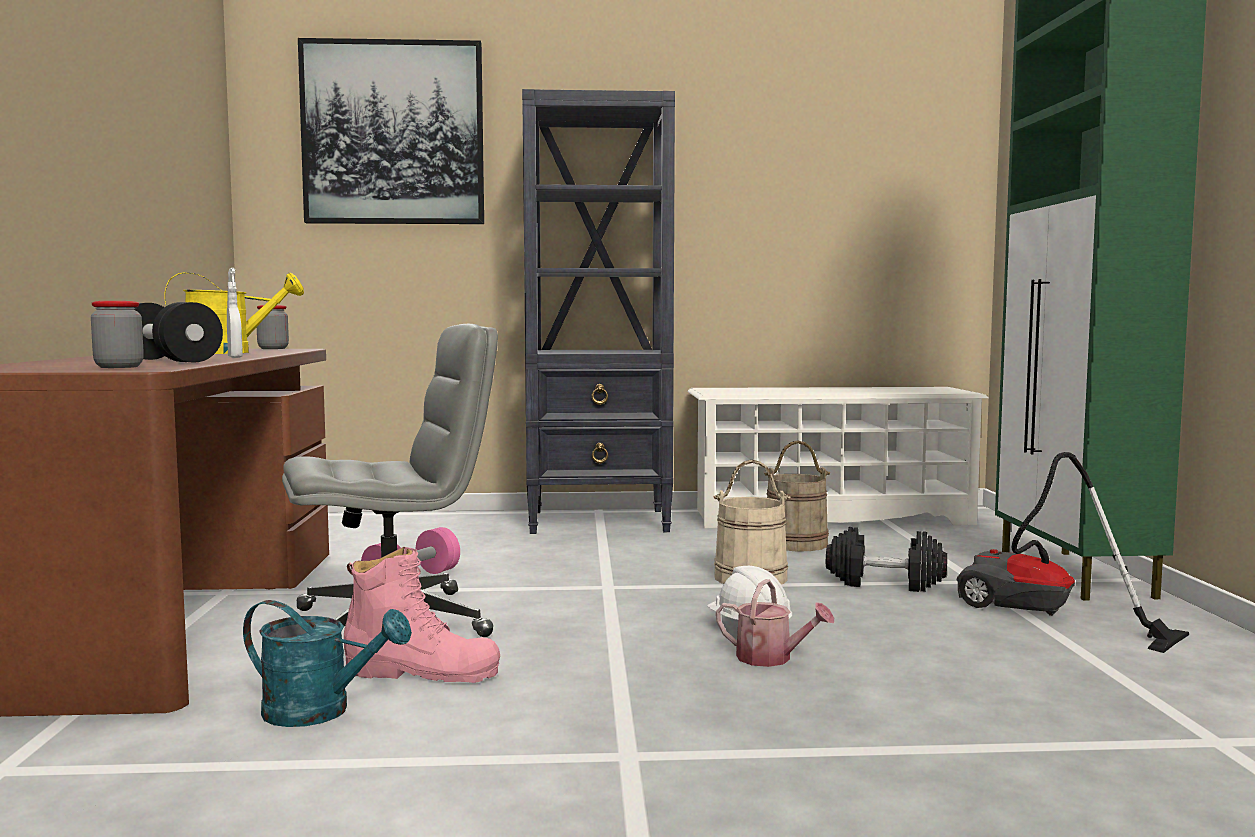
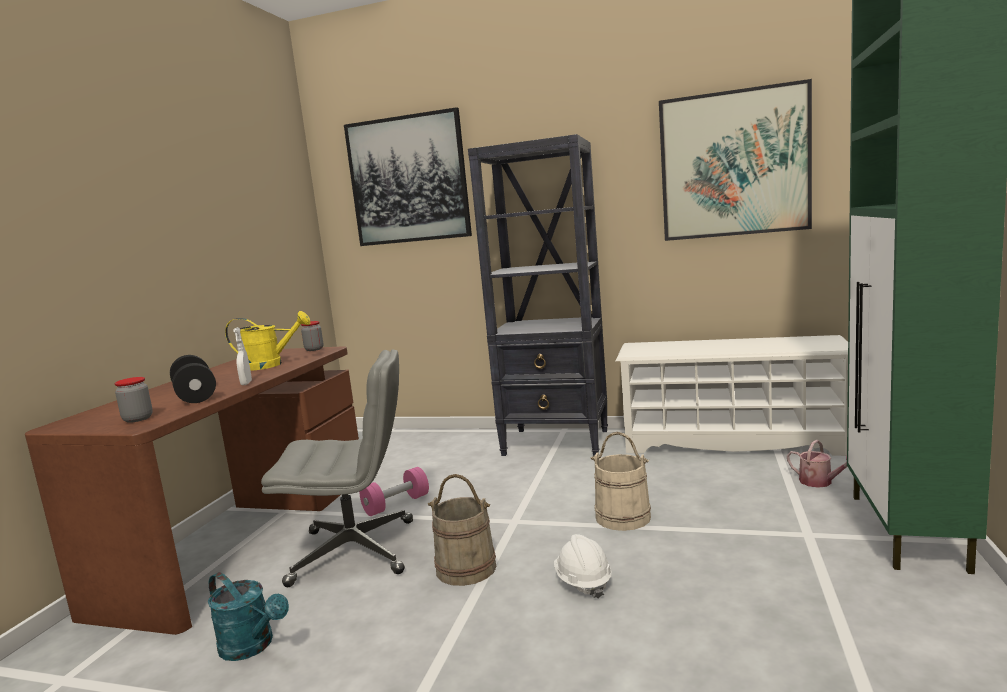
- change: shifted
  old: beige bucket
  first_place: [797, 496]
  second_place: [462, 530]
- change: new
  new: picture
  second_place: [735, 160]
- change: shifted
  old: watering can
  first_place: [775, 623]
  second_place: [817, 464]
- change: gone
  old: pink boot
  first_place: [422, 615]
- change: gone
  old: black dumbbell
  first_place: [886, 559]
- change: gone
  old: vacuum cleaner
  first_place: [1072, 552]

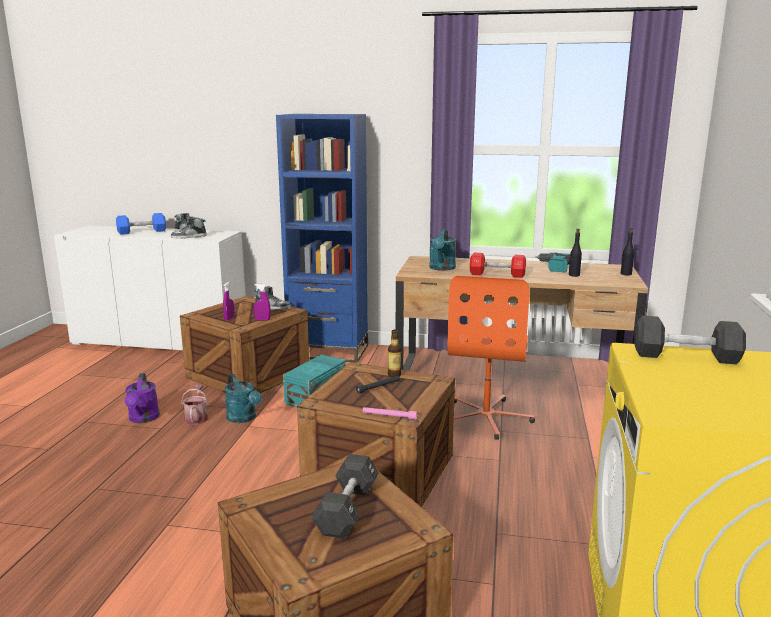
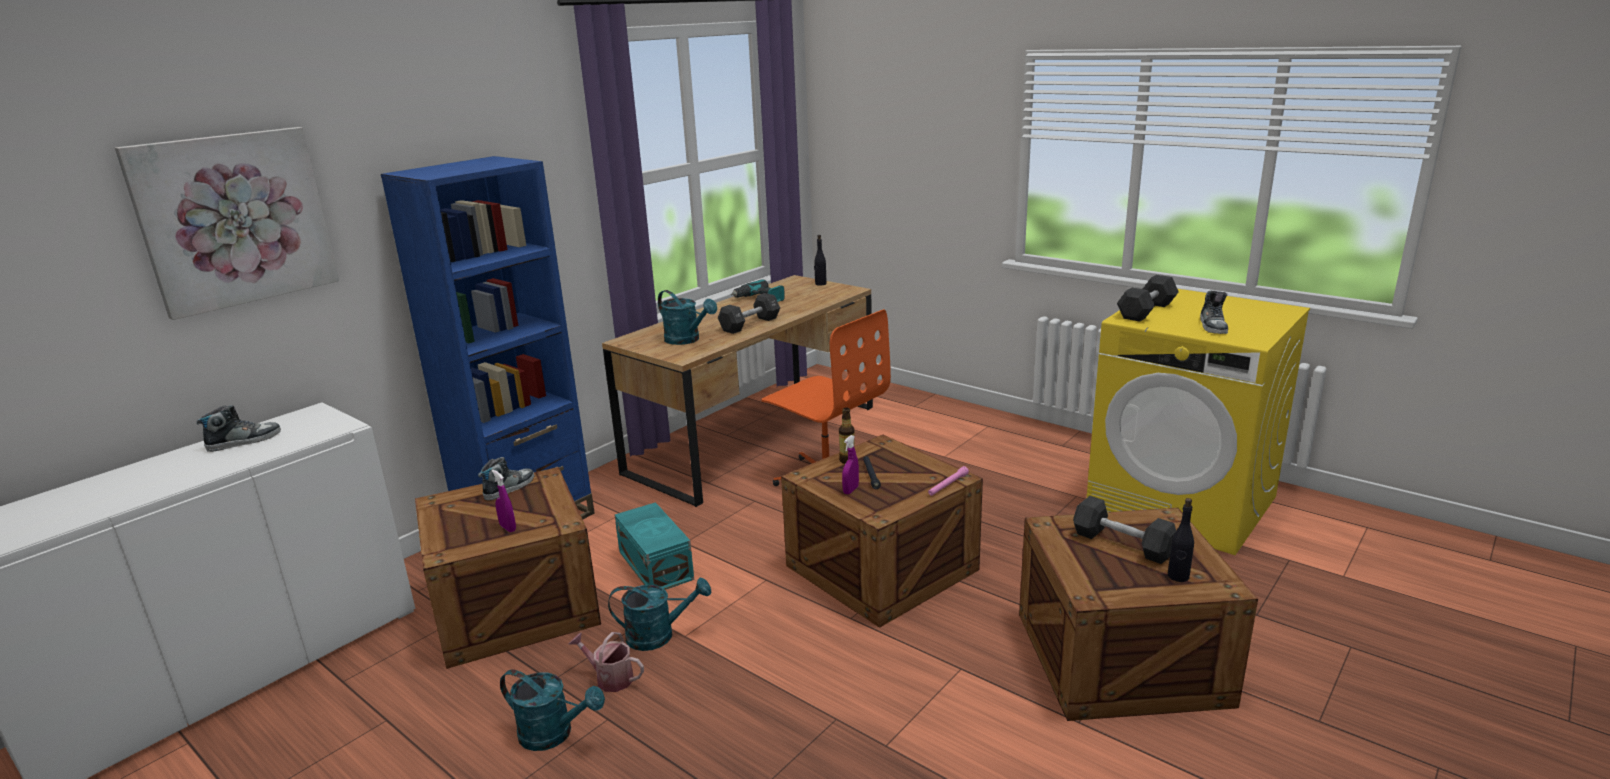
- change: new
  new: picture
  second_place: [227, 223]
- change: repainted
  old: purple watering can
  new: turquoise watering can
  first_place: [142, 398]
  second_place: [552, 710]
- change: repainted
  old: red dumbbell
  new: black dumbbell
  first_place: [498, 265]
  second_place: [749, 313]
- change: shifted
  old: purple spray bottle
  first_place: [262, 302]
  second_place: [850, 464]
- change: shifted
  old: black bottle
  first_place: [575, 253]
  second_place: [1181, 540]
- change: shifted
  old: shoe
  first_place: [188, 227]
  second_place: [1214, 312]
- change: gone
  old: blue dumbbell
  first_place: [141, 224]

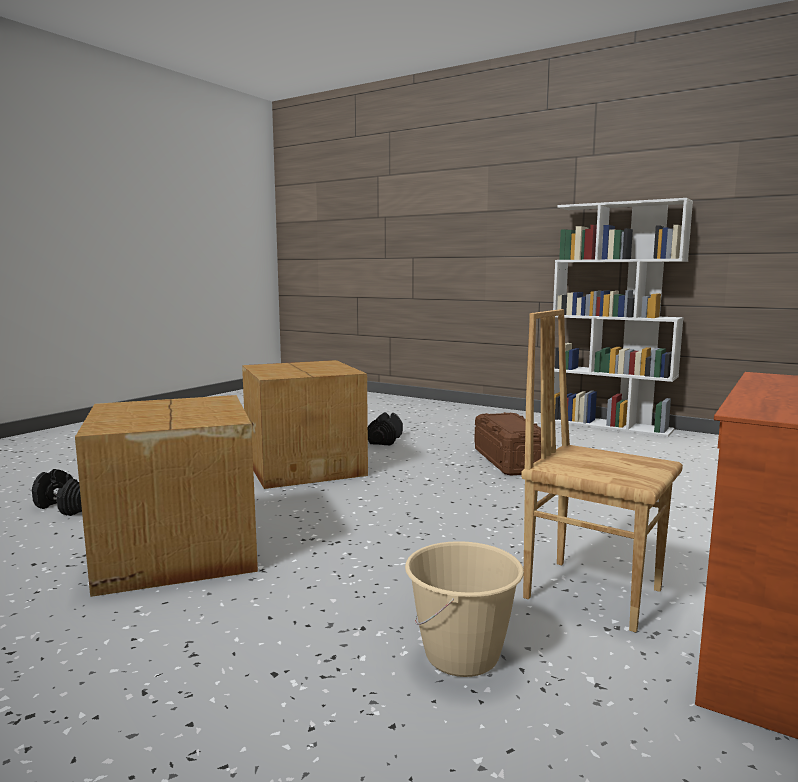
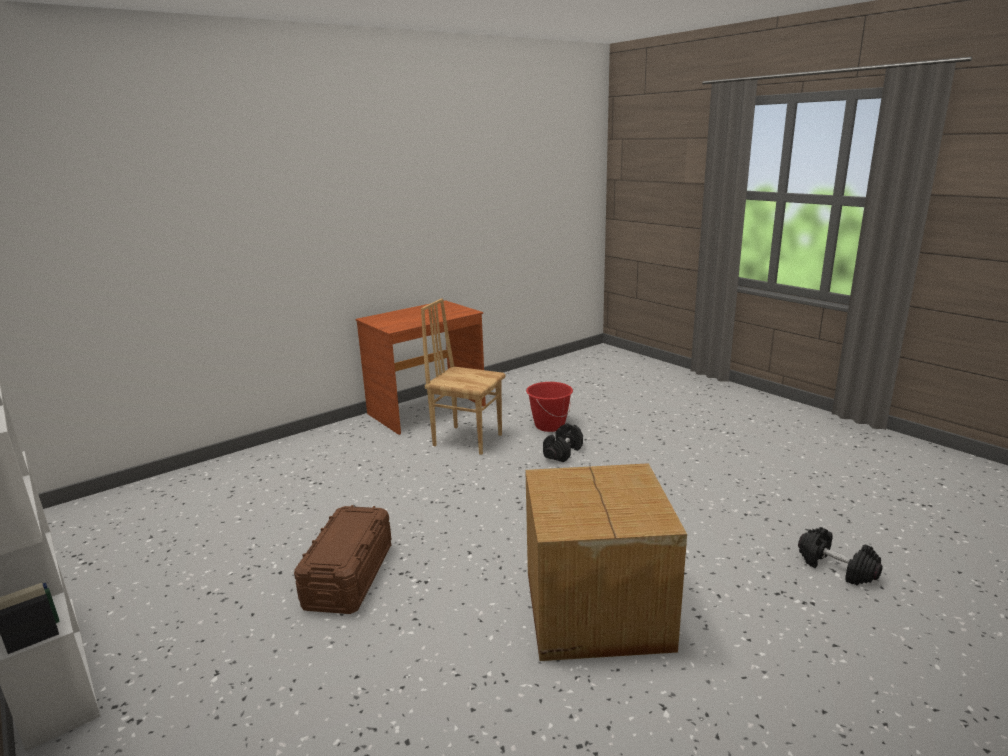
- change: rotated
  old: brown chair
  first_place: [602, 470]
  second_place: [463, 376]
  degrees: 150
- change: repainted
  old: beige bucket
  new: red bucket
  first_place: [464, 609]
  second_place: [549, 407]
- change: shifted
  old: black dumbbell
  first_place: [385, 428]
  second_place: [563, 442]
- change: gone
  old: cardboard box
  first_place: [166, 496]

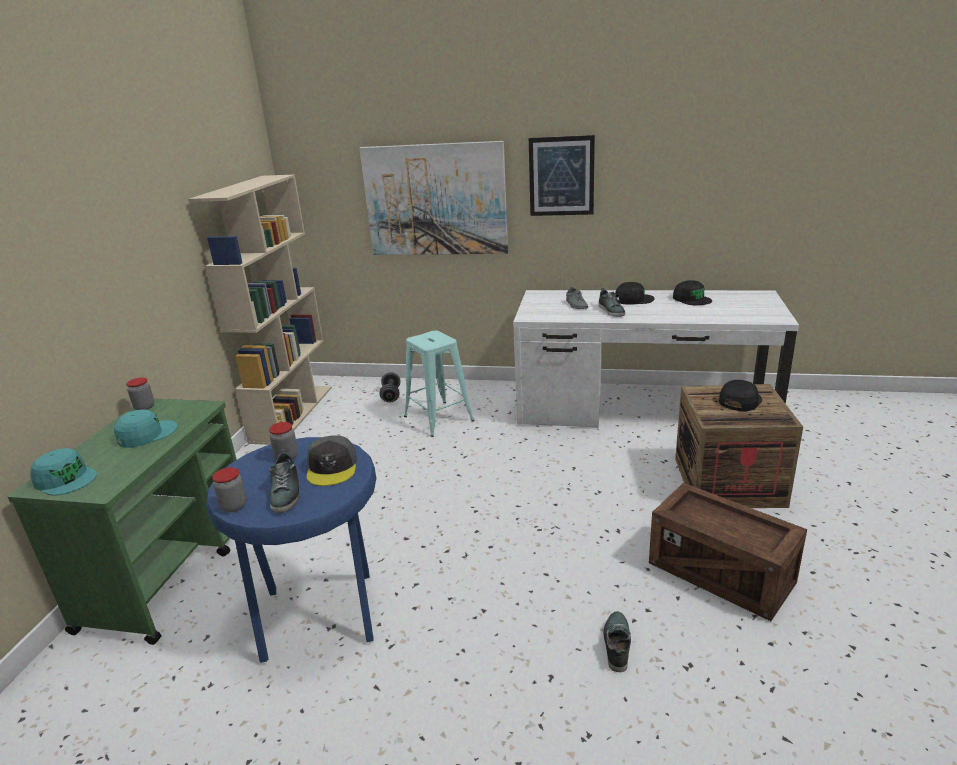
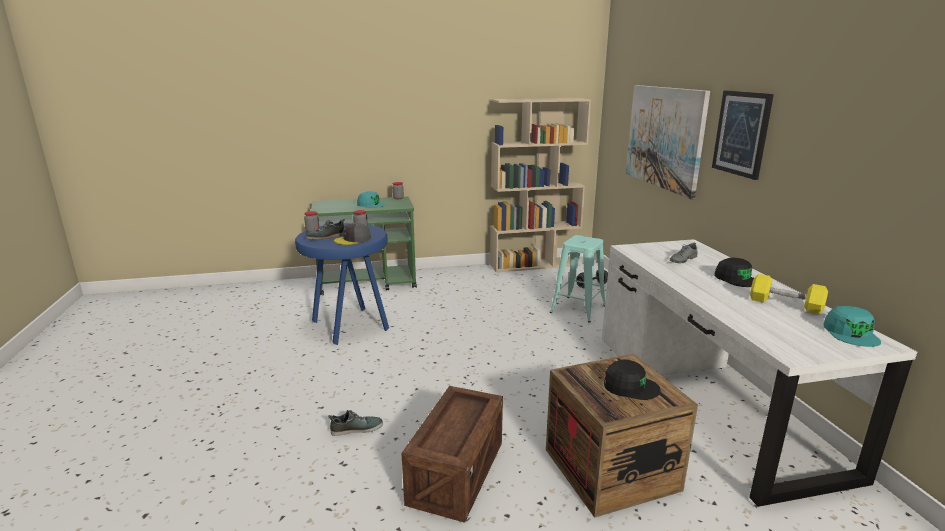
- change: swapped
  old: black cap
  new: yellow dumbbell
  first_place: [692, 292]
  second_place: [789, 294]
- change: shifted
  old: turquoise cap
  first_place: [63, 472]
  second_place: [852, 326]
- change: gone
  old: shoe
  first_place: [611, 302]

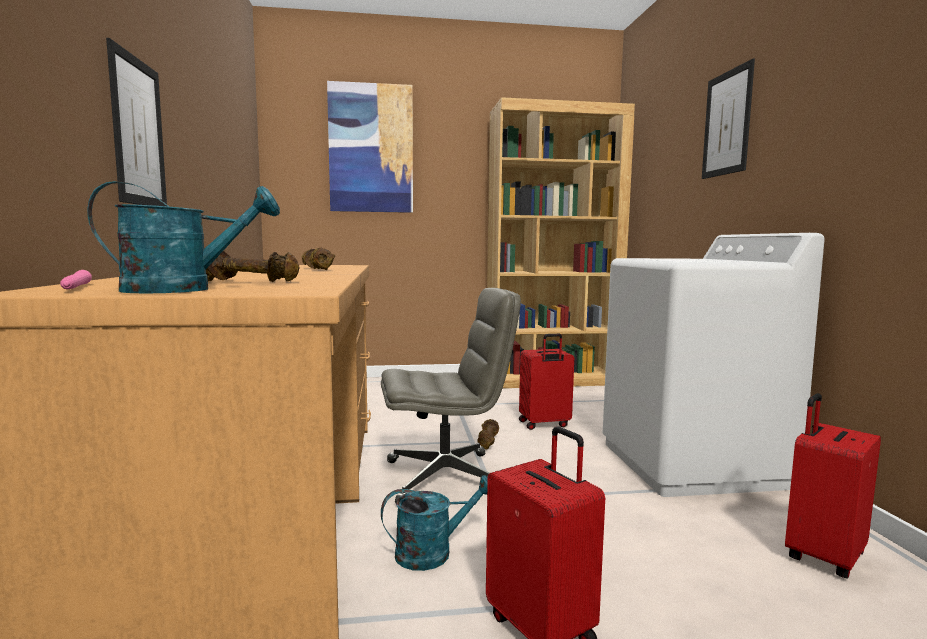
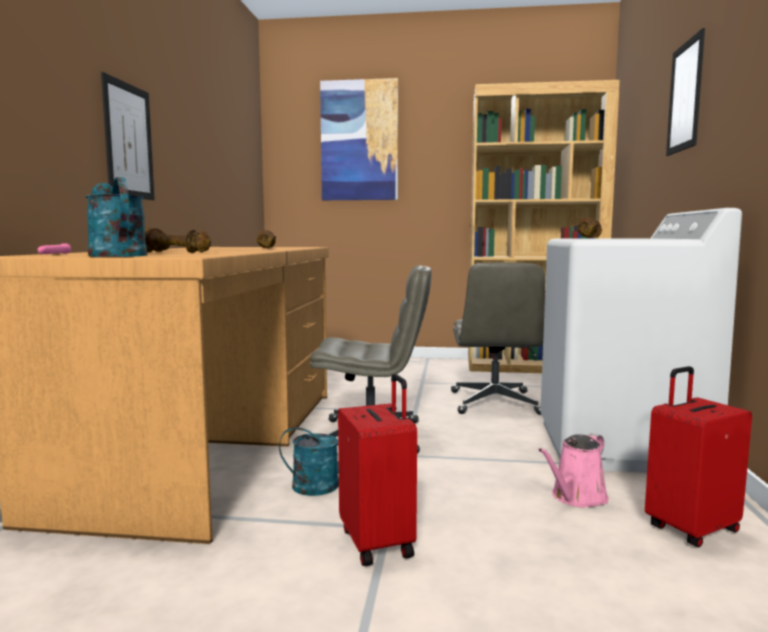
- change: rotated
  old: turquoise watering can
  first_place: [183, 237]
  second_place: [116, 217]
  degrees: -120
- change: swapped
  old: red suitcase
  new: grey office chair
  first_place: [546, 382]
  second_place: [498, 338]
- change: new
  new: pink watering can
  second_place: [573, 471]
- change: shifted
  old: brown dumbbell
  first_place: [488, 434]
  second_place: [589, 227]

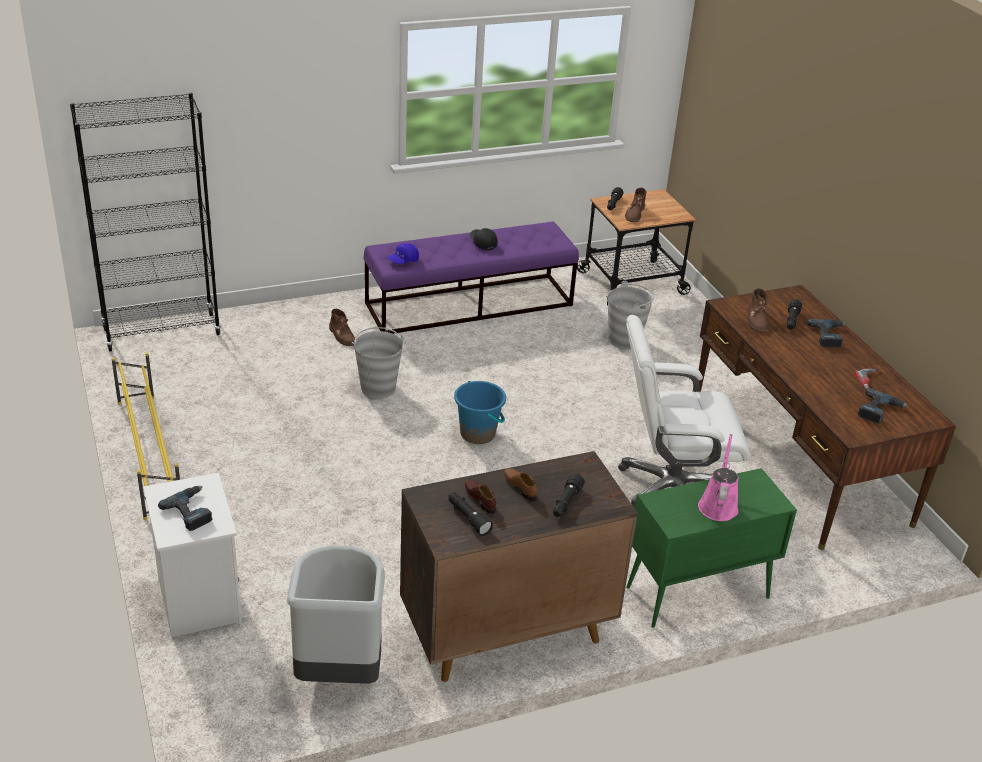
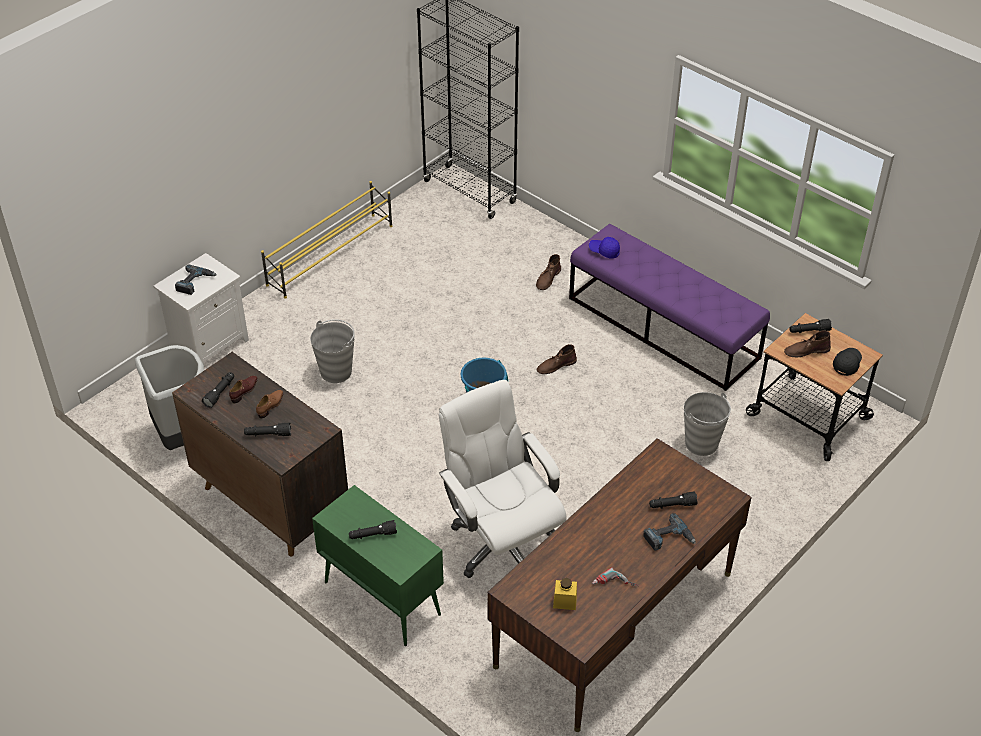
- change: shifted
  old: grey bucket
  first_place: [378, 363]
  second_place: [332, 351]
- change: swapped
  old: pink watering can
  new: black flashlight
  first_place: [718, 477]
  second_place: [373, 529]
- change: shifted
  old: brown boot
  first_place: [757, 310]
  second_place: [557, 359]
- change: swapped
  old: power drill
  new: yellow jar
  first_place: [883, 405]
  second_place: [565, 594]
- change: shifted
  old: black cap
  first_place: [483, 239]
  second_place: [847, 362]

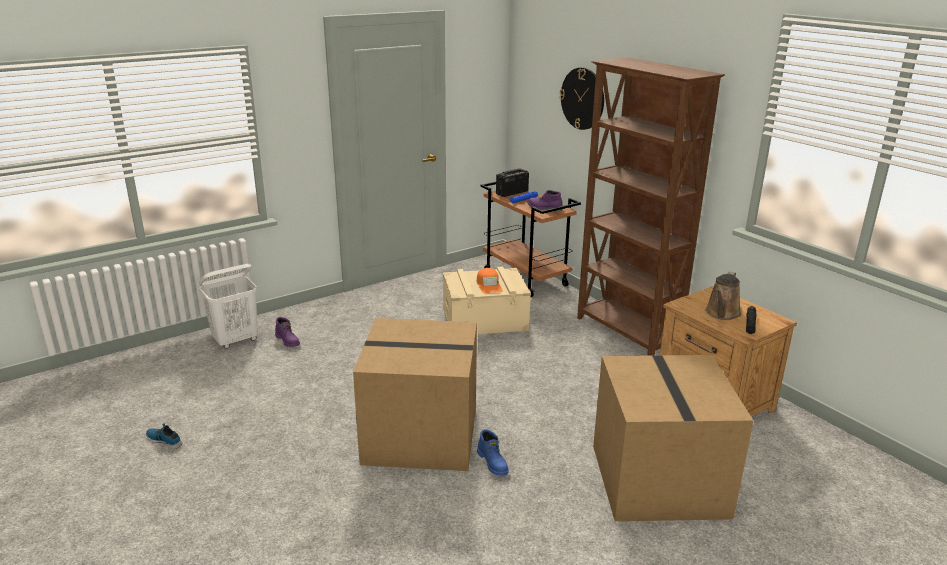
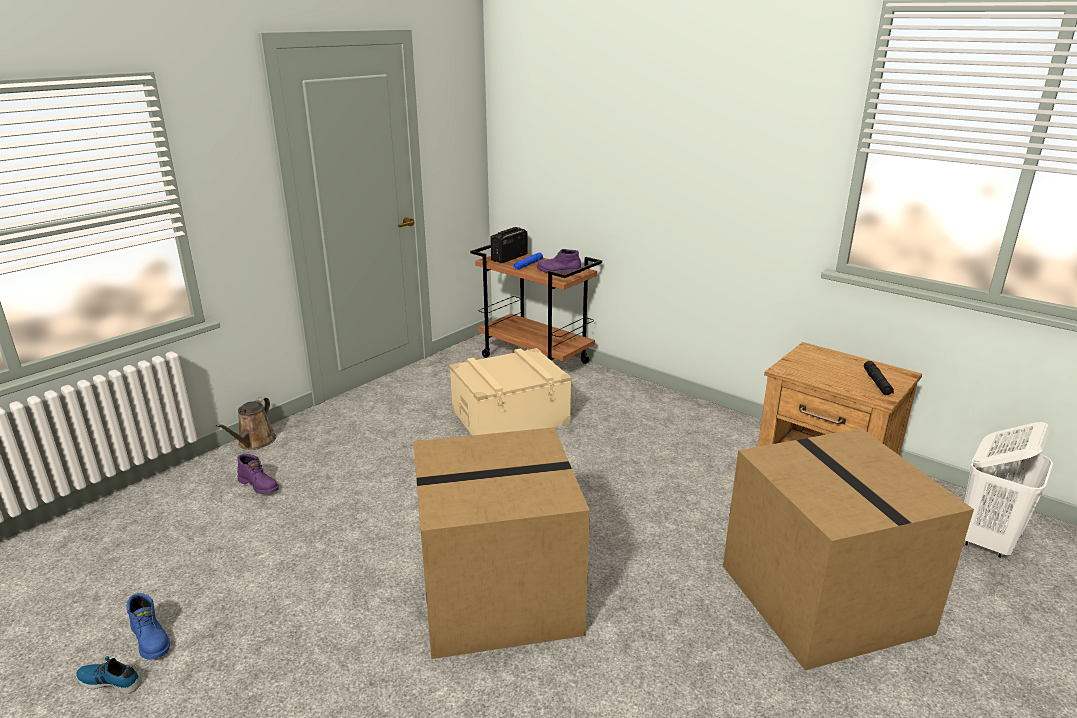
- change: shifted
  old: blue boot
  first_place: [493, 452]
  second_place: [148, 626]
- change: shifted
  old: brown watering can
  first_place: [723, 296]
  second_place: [246, 423]
- change: shifted
  old: white laundry basket
  first_place: [228, 306]
  second_place: [1008, 490]
- change: gone
  old: orange cap
  first_place: [490, 281]
- change: gone
  old: wall clock
  first_place: [582, 98]
- change: gone
  old: brown bookcase
  first_place: [651, 206]

